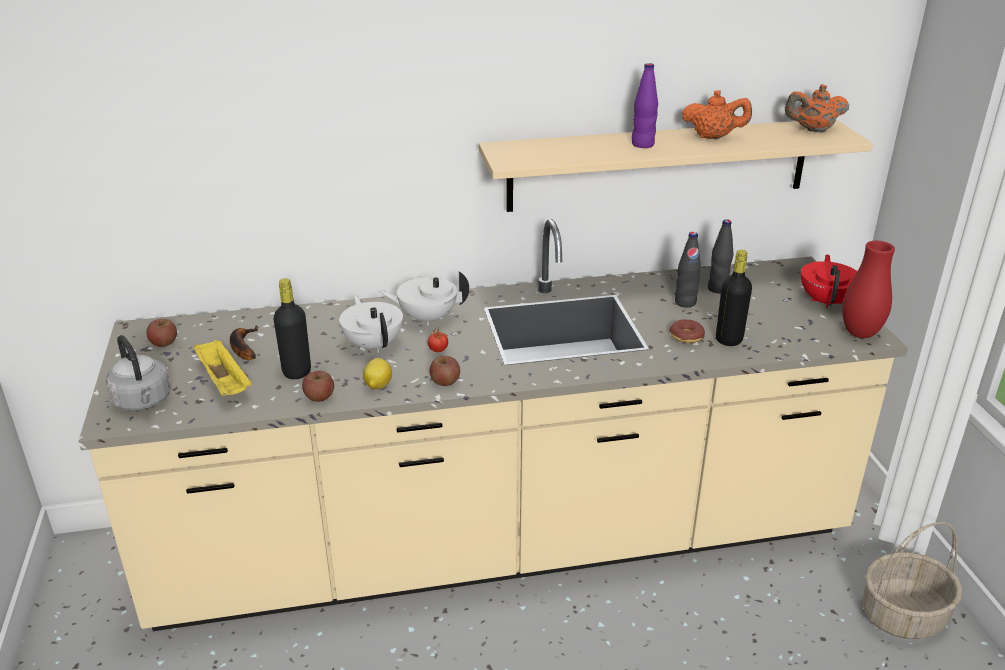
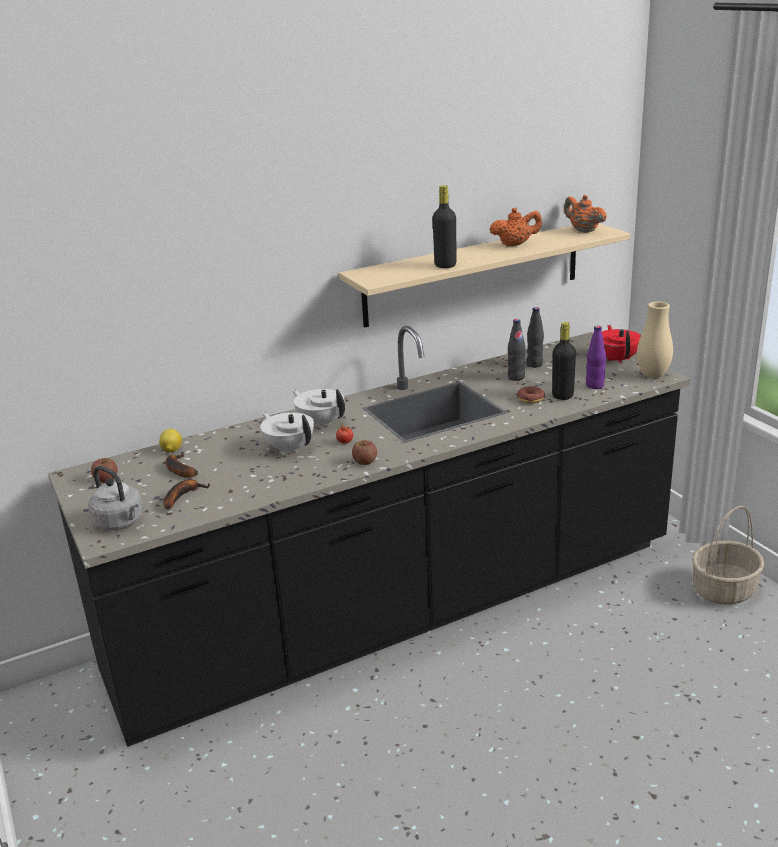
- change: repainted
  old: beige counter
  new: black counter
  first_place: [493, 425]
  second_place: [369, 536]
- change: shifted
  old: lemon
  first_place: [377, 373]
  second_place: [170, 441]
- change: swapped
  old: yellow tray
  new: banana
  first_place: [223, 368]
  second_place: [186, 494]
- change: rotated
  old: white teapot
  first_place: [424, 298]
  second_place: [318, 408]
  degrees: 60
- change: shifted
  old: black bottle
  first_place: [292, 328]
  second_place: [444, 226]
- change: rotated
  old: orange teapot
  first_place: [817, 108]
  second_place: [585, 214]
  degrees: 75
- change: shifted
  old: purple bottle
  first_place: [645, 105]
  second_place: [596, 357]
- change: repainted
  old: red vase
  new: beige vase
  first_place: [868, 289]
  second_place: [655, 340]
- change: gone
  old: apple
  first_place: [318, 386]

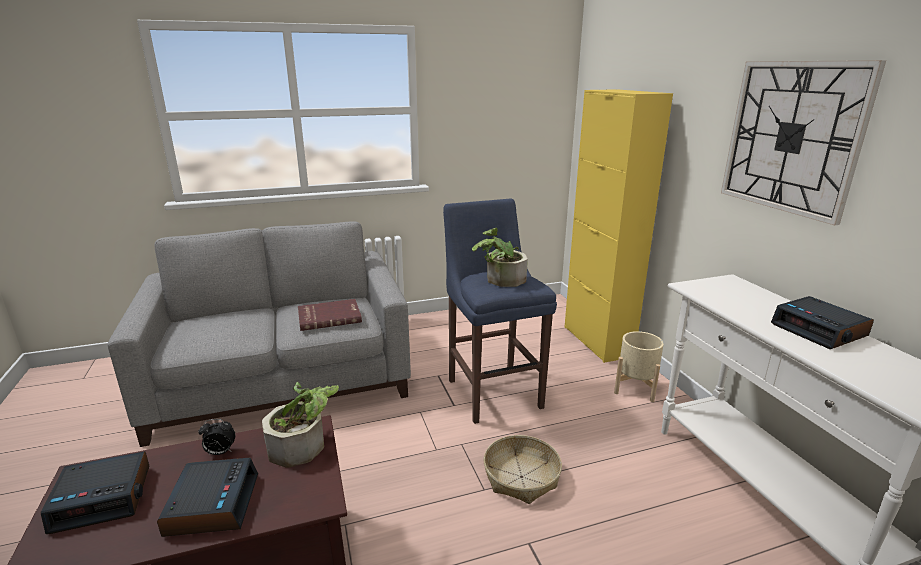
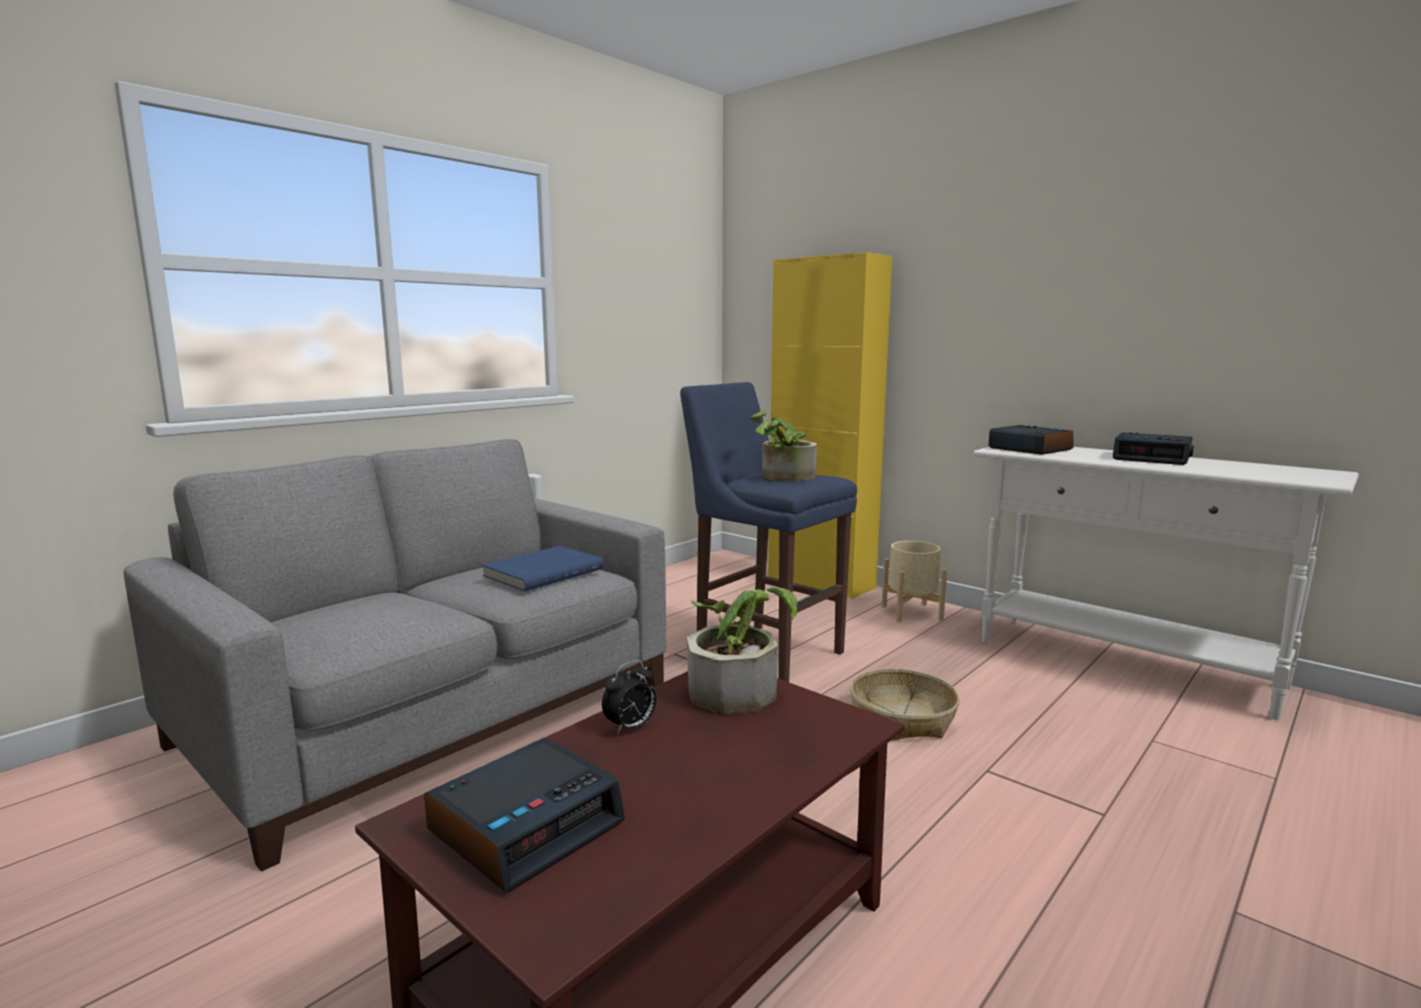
- change: repainted
  old: red book
  new: blue book
  first_place: [330, 315]
  second_place: [543, 569]
- change: shifted
  old: alarm clock
  first_place: [207, 497]
  second_place: [1031, 440]
- change: gone
  old: wall clock
  first_place: [803, 142]

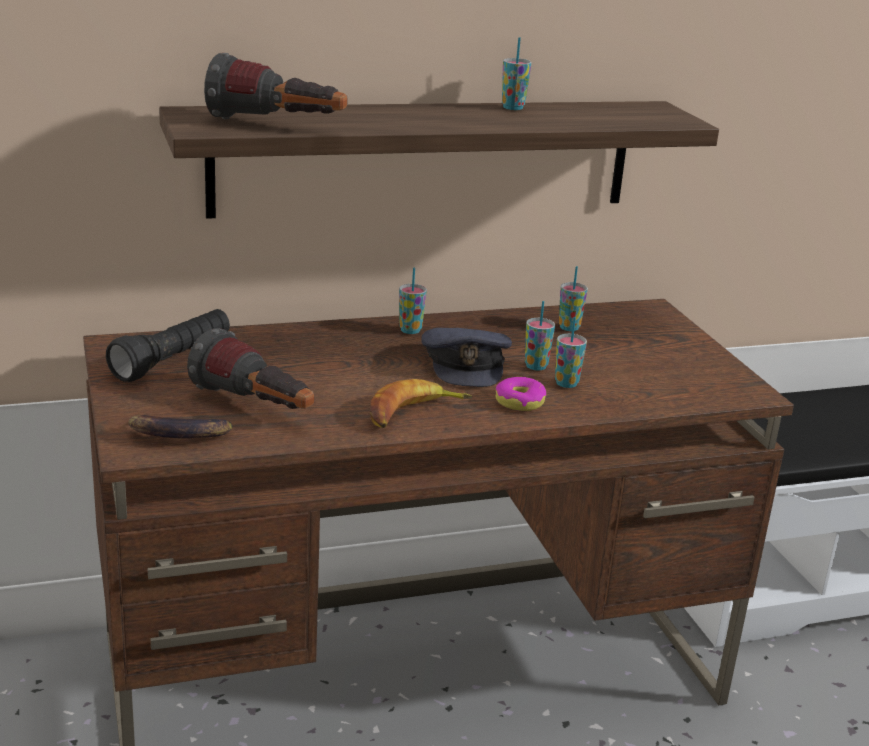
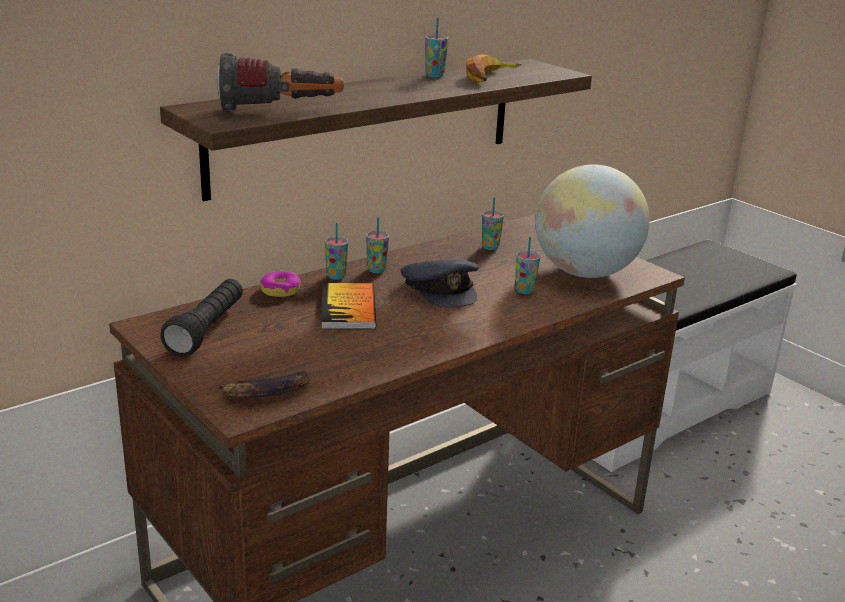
- change: shifted
  old: donut
  first_place: [521, 394]
  second_place: [280, 284]
- change: new
  new: book
  second_place: [348, 306]
- change: shifted
  old: cup
  first_place: [540, 336]
  second_place: [336, 251]
- change: shifted
  old: banana
  first_place: [421, 403]
  second_place: [494, 68]
- change: new
  new: globe
  second_place: [592, 221]
- change: gone
  old: flashlight
  first_place: [250, 368]

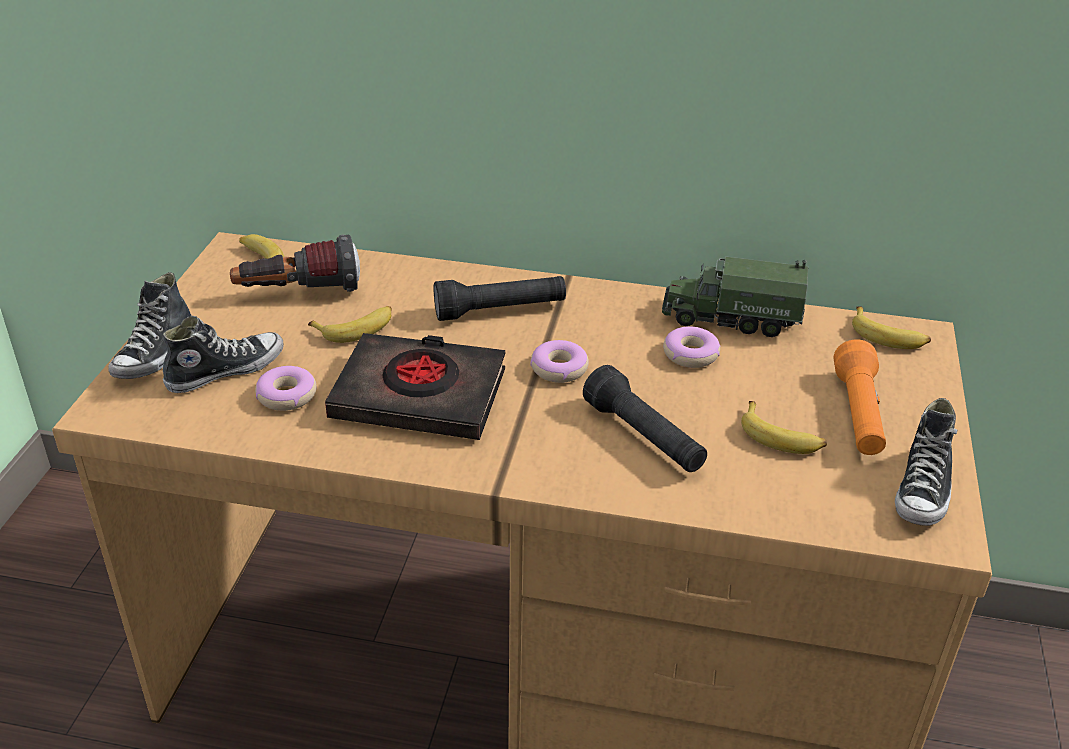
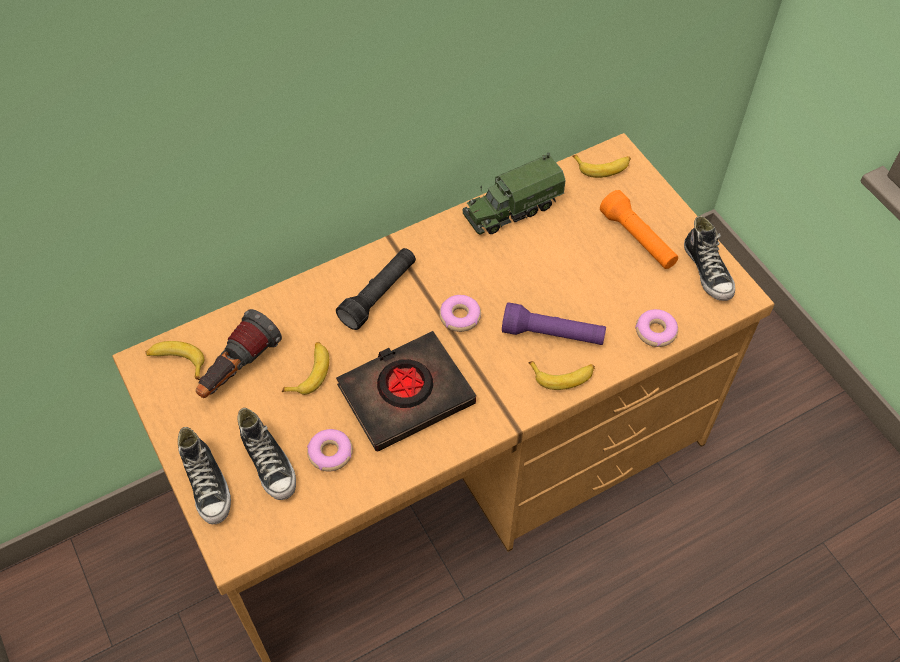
- change: rotated
  old: shoe
  first_place: [223, 354]
  second_place: [267, 454]
  degrees: 135
- change: repainted
  old: black flashlight
  new: purple flashlight
  first_place: [645, 418]
  second_place: [554, 323]
- change: shifted
  old: banana
  first_place: [784, 427]
  second_place: [561, 375]
- change: shifted
  old: donut
  first_place: [691, 347]
  second_place: [656, 328]

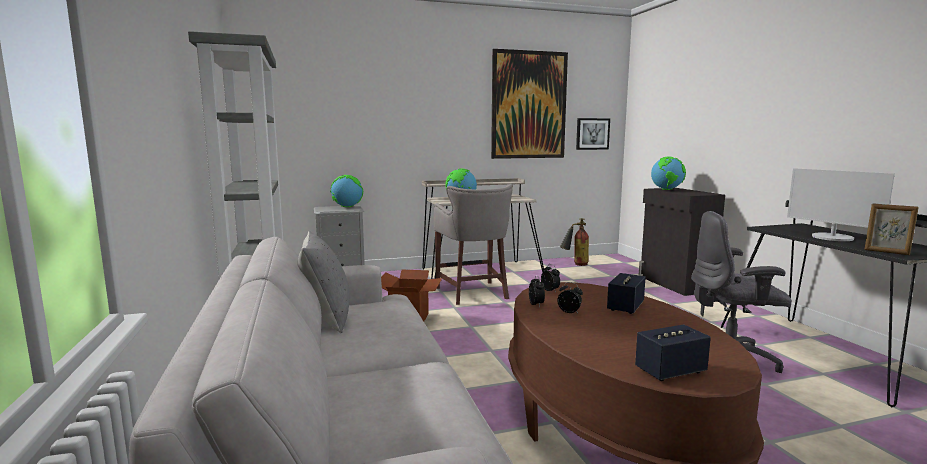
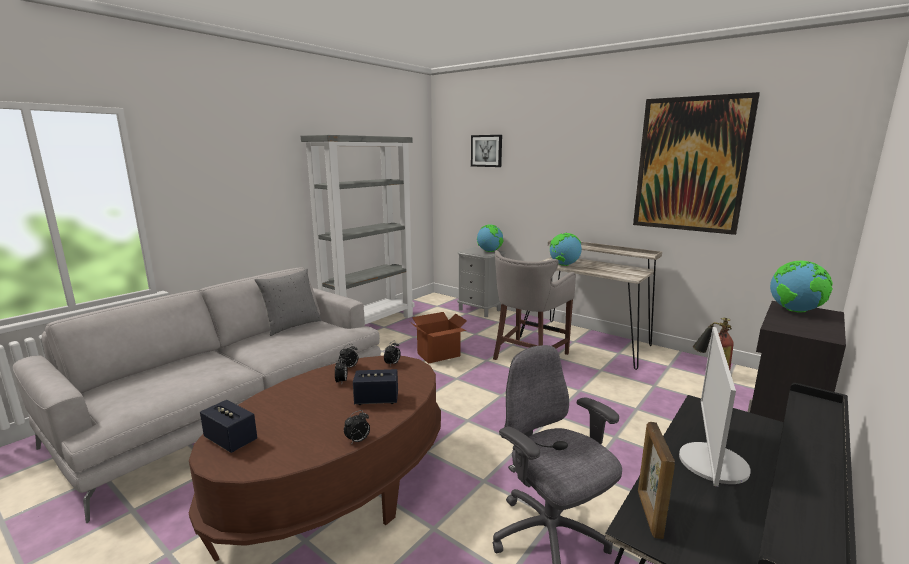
- change: new
  new: alarm clock
  second_place: [357, 427]
- change: shifted
  old: picture
  first_place: [593, 134]
  second_place: [486, 151]

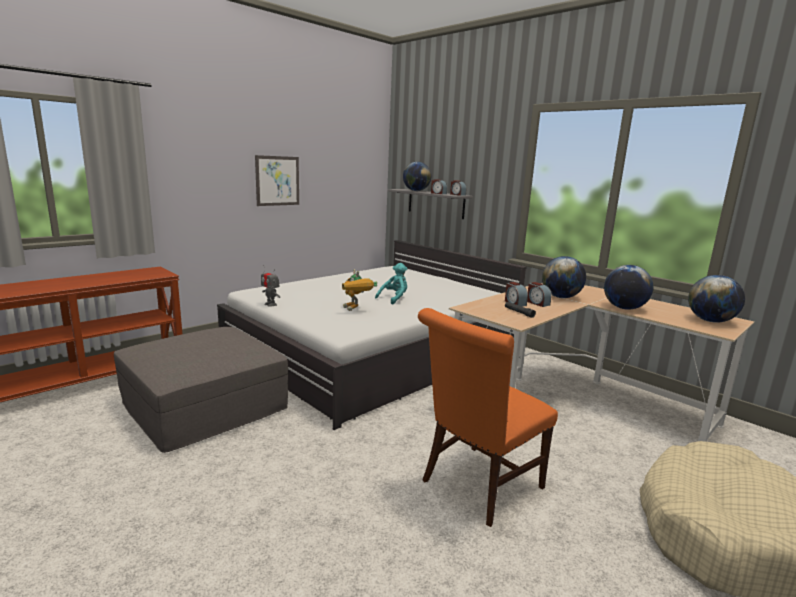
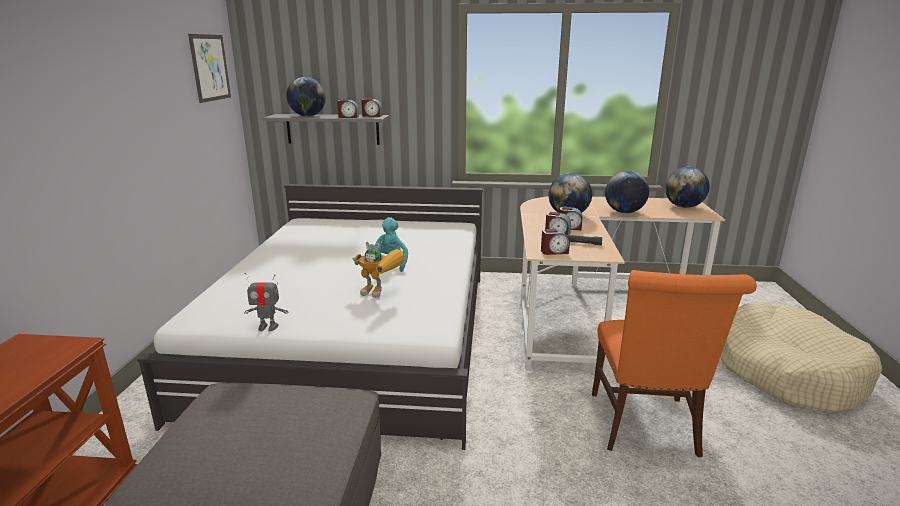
- change: shifted
  old: picture
  first_place: [277, 180]
  second_place: [209, 68]
- change: new
  new: alarm clock
  second_place: [555, 242]

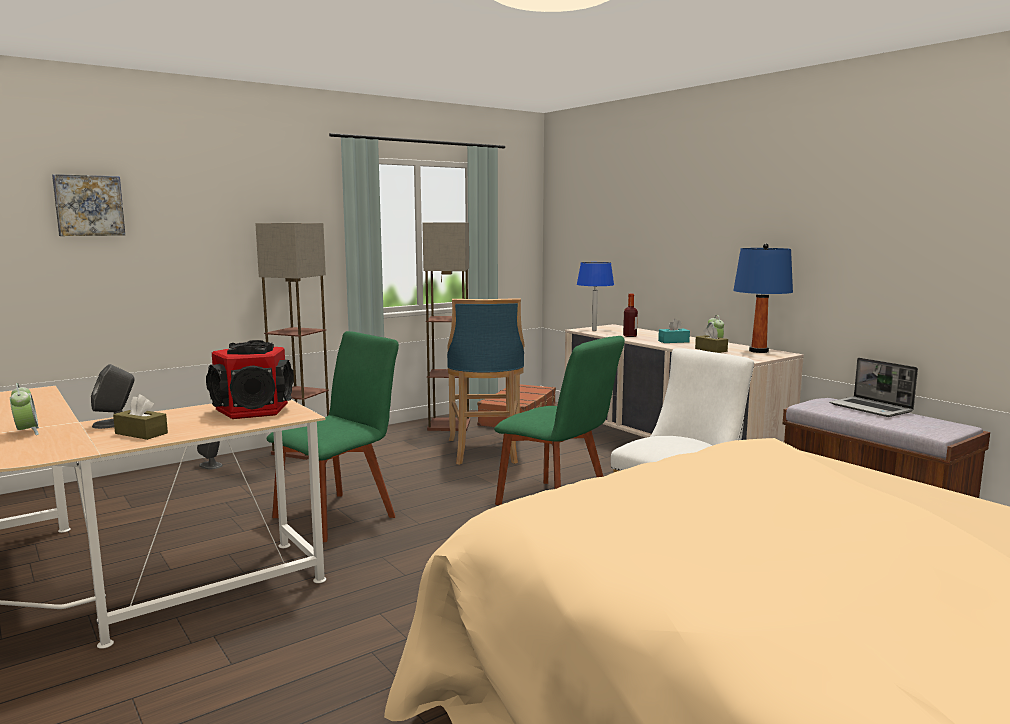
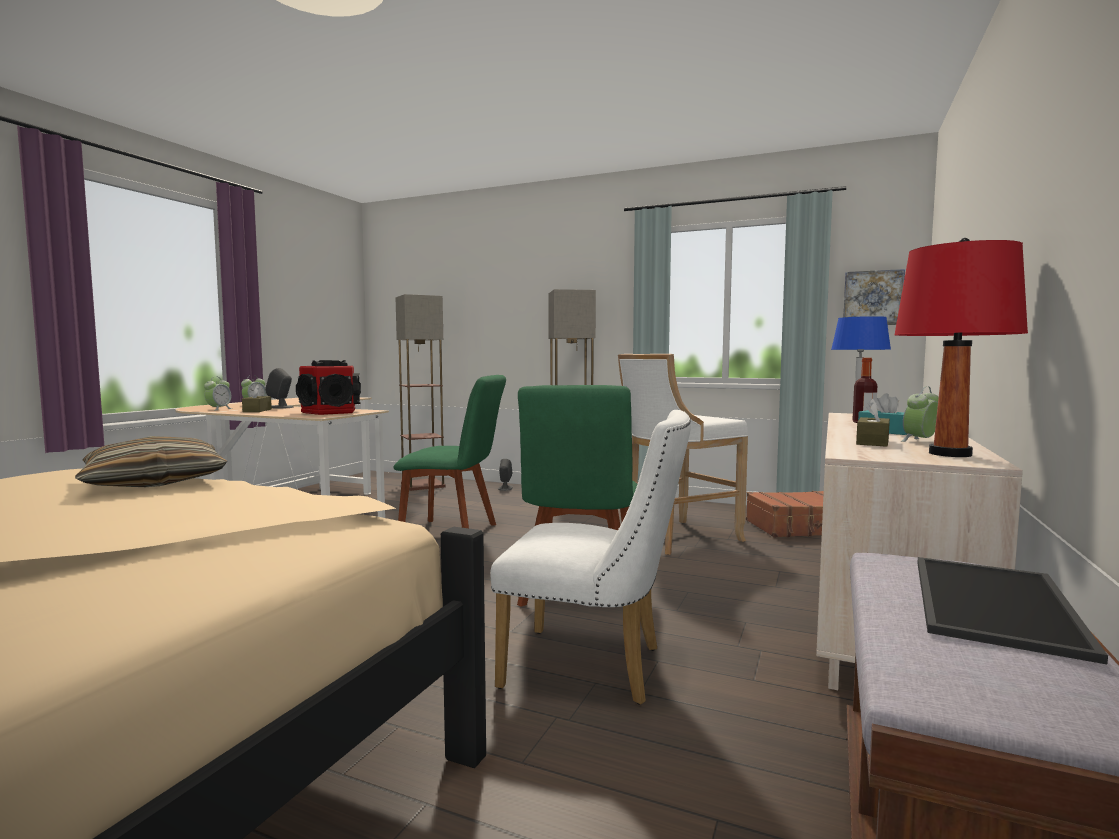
- change: new
  new: pillow
  second_place: [151, 461]
- change: new
  new: alarm clock
  second_place: [218, 394]
- change: shifted
  old: floor lamp
  first_place: [446, 326]
  second_place: [421, 392]
- change: repainted
  old: blue stool
  new: white stool
  first_place: [485, 381]
  second_place: [683, 454]
- change: shifted
  old: picture
  first_place: [88, 205]
  second_place: [874, 297]
- change: repainted
  old: blue table lamp
  new: red table lamp
  first_place: [763, 298]
  second_place: [961, 347]
- change: swapped
  old: laptop
  new: tray
  first_place: [873, 387]
  second_place: [1012, 610]

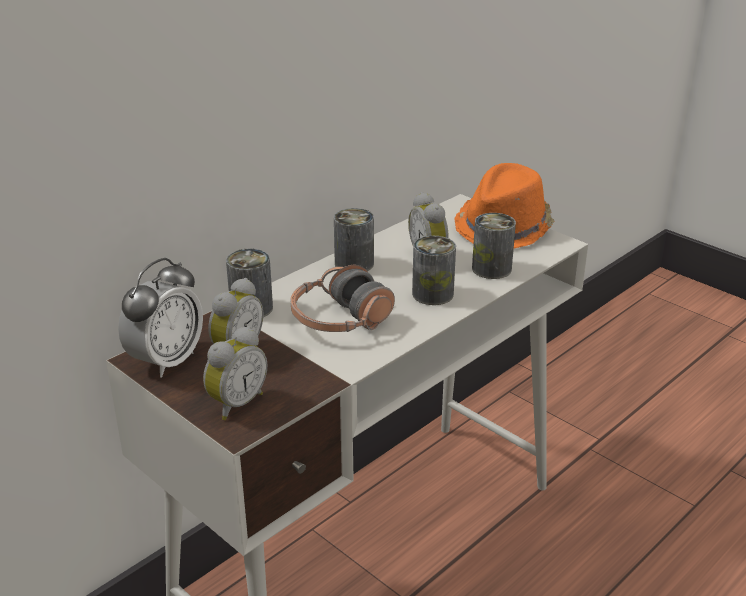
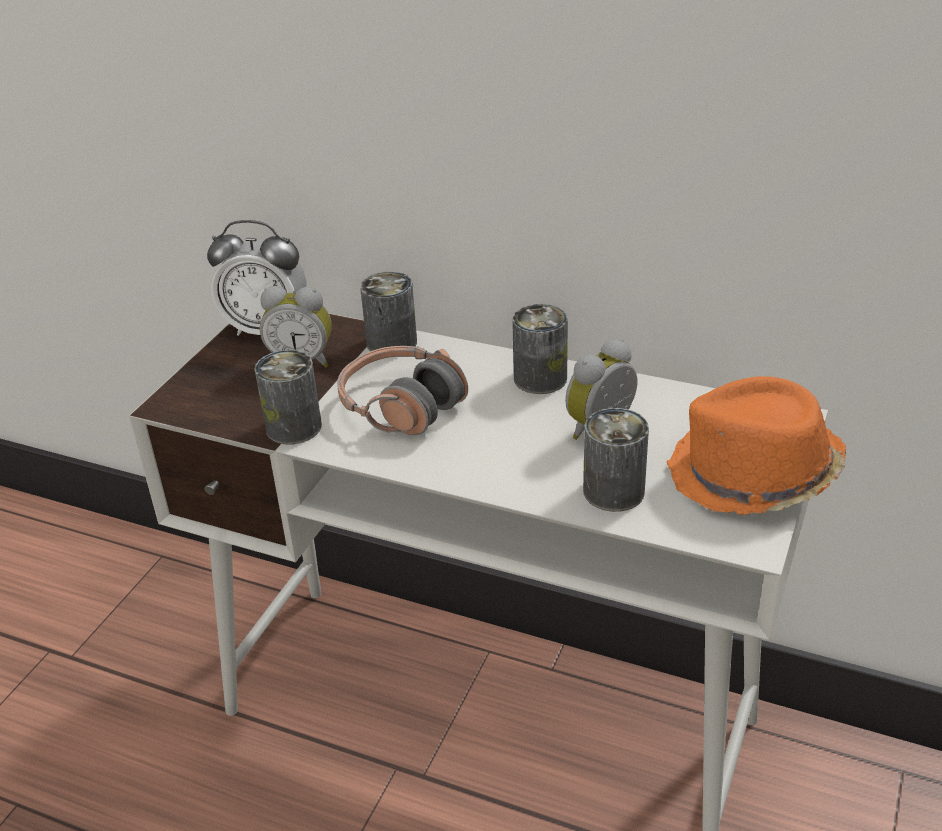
- change: shifted
  old: can
  first_place: [434, 270]
  second_place: [288, 397]
- change: gone
  old: alarm clock
  first_place: [235, 373]

